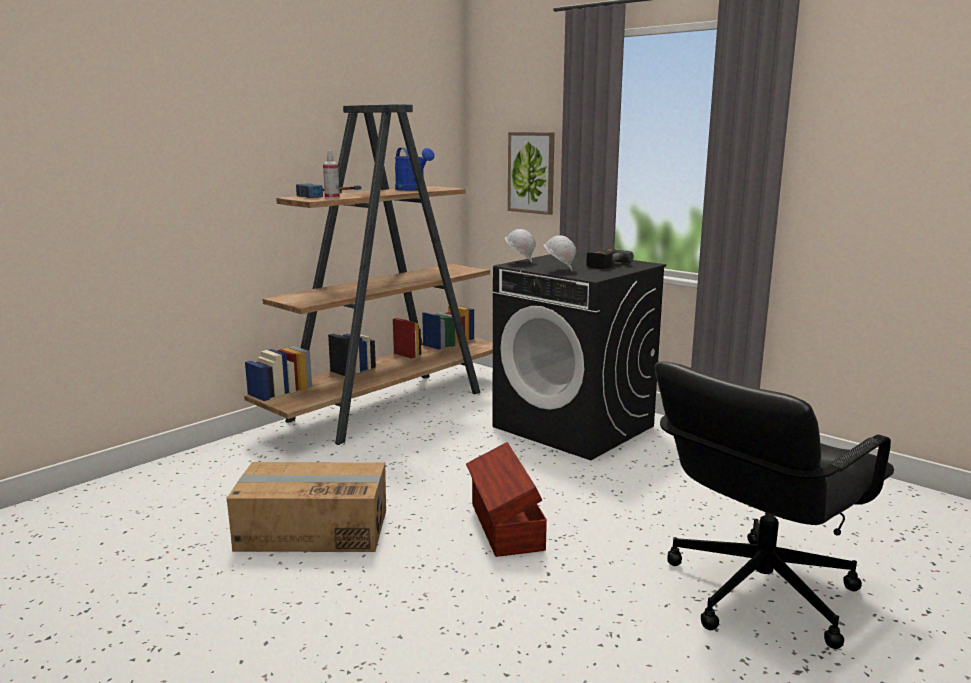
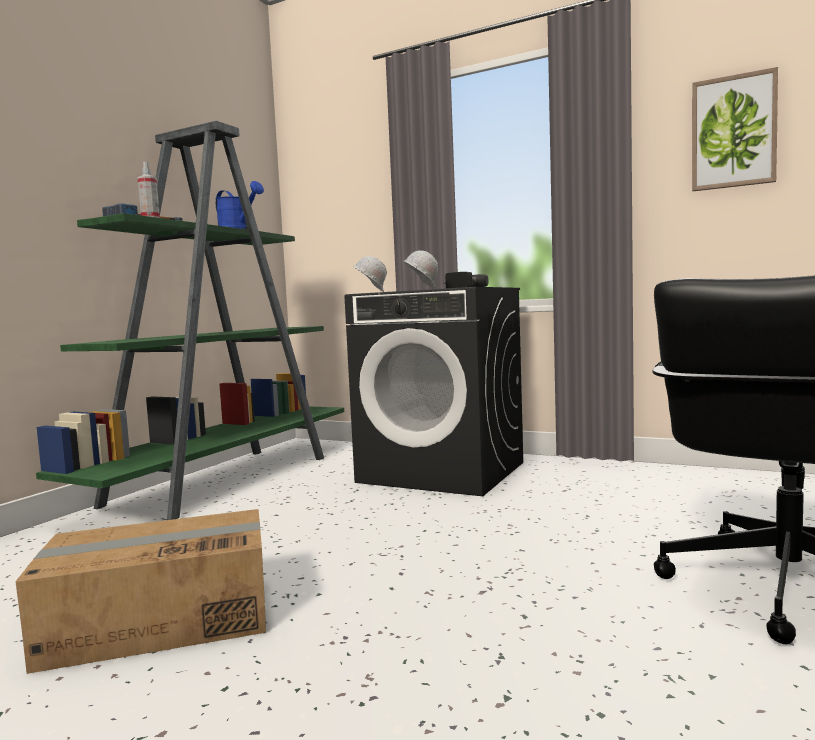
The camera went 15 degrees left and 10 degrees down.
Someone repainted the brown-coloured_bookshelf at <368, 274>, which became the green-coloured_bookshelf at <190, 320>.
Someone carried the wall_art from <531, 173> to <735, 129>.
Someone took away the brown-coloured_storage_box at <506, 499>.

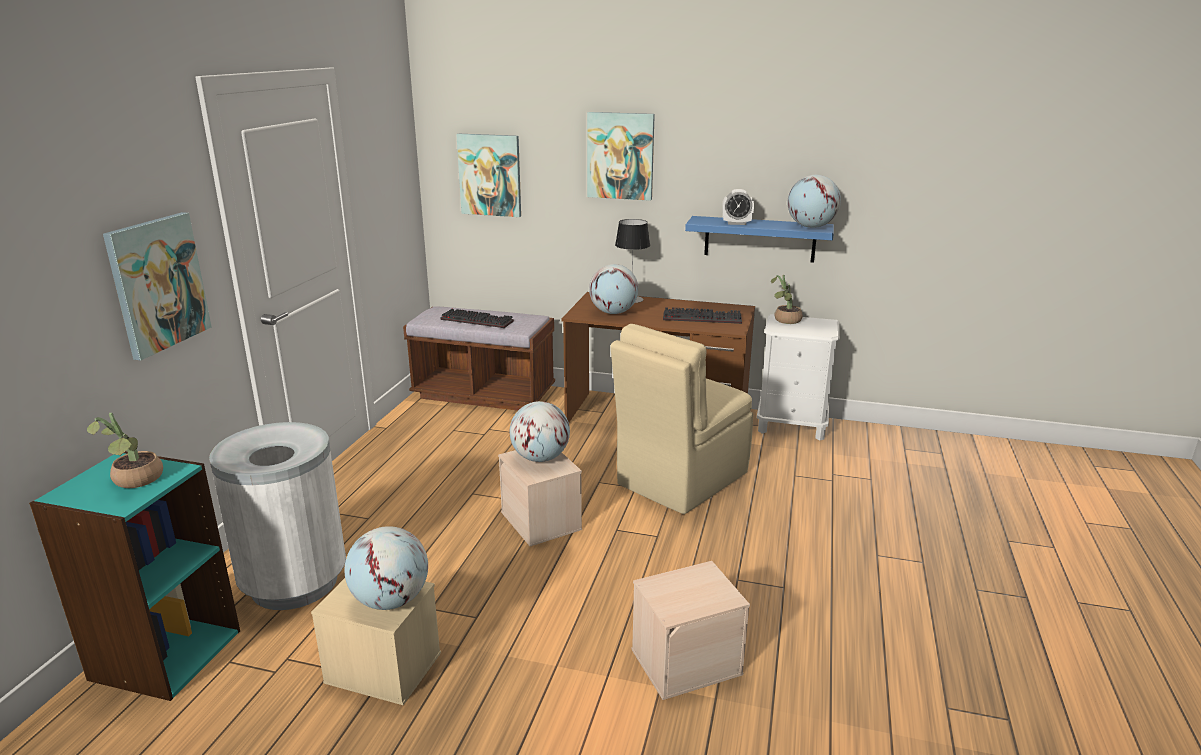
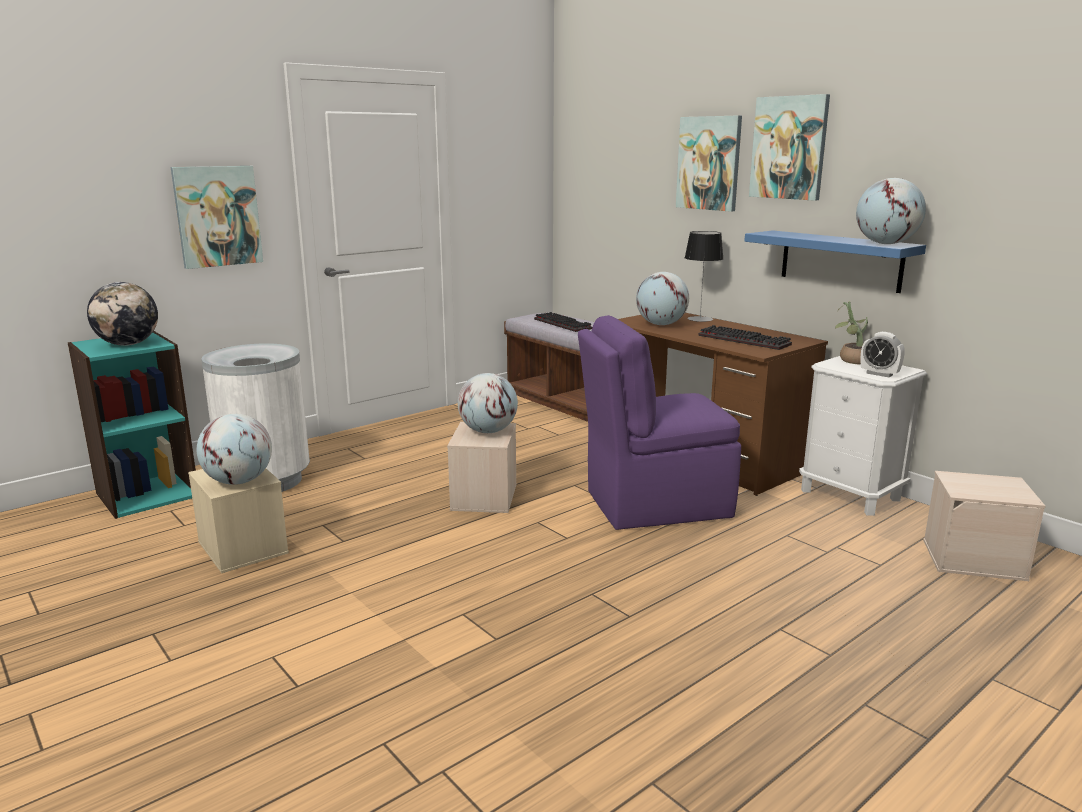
The camera went 35 degrees right and 5 degrees down.
Someone swapped the potted_plant at <125, 450> for the desk_globe at <122, 314>.
Someone repainted the beige_plain_chair at <681, 419>, which became the purple_plain_chair at <659, 422>.
Someone carried the wall_art from <488, 175> to <789, 147>.
Someone carried the table_clock from <738, 207> to <883, 354>.
Someone carried the beige_storage_box from <690, 630> to <984, 526>.

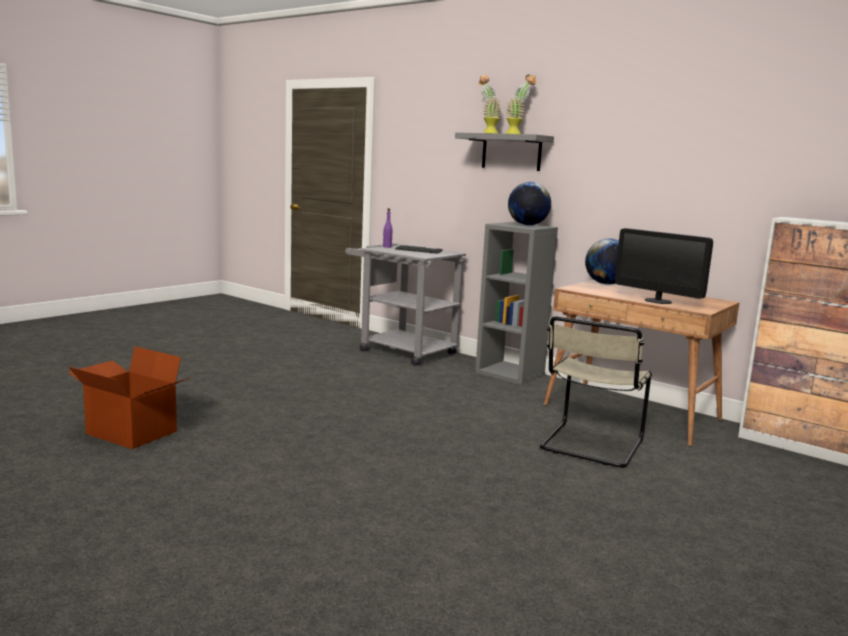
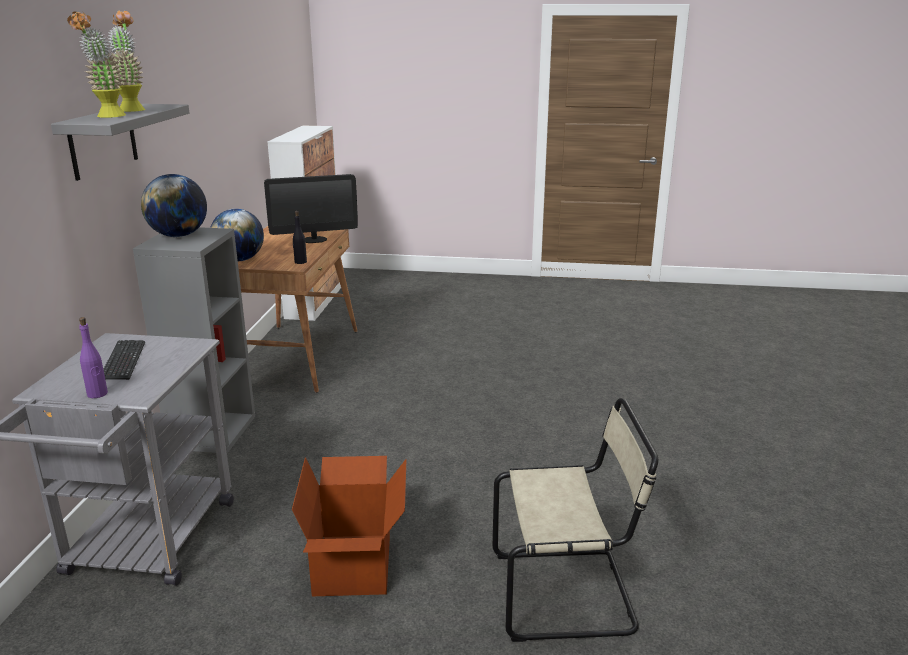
The camera went 120 degrees left and 10 degrees up.
Someone rotated the computer_display at <664, 266> by 60 degrees clockwise.
Someone put down the blackish_drink_bottle at <299, 237>.
Someone carried the carton from <129, 397> to <349, 526>.
Someone carried the beige_plain_chair from <596, 392> to <575, 520>.

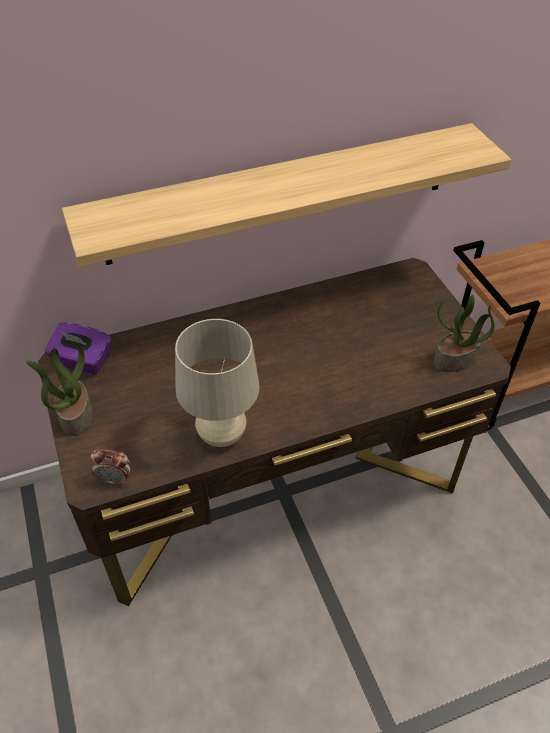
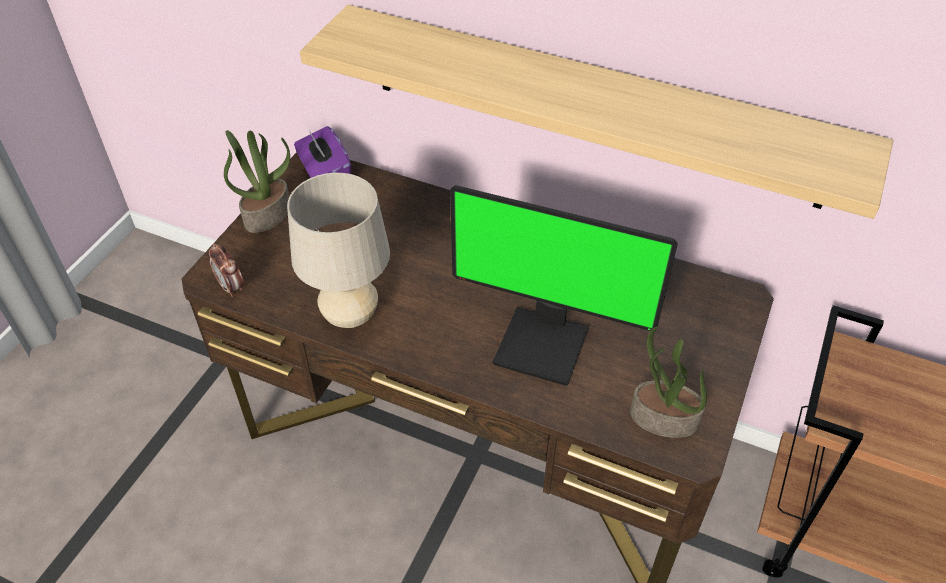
The camera went 45 degrees right and 0 degrees up.
Someone put down the computer_display at <564, 285>.

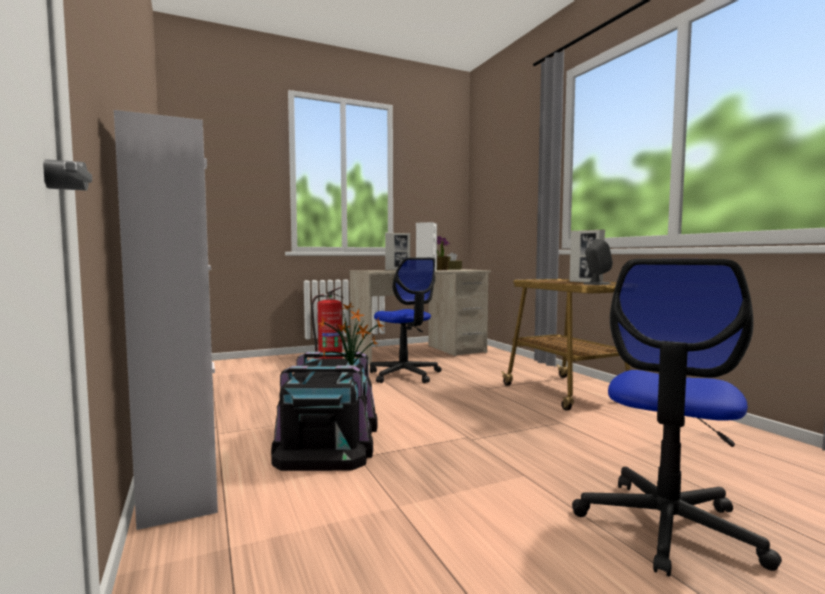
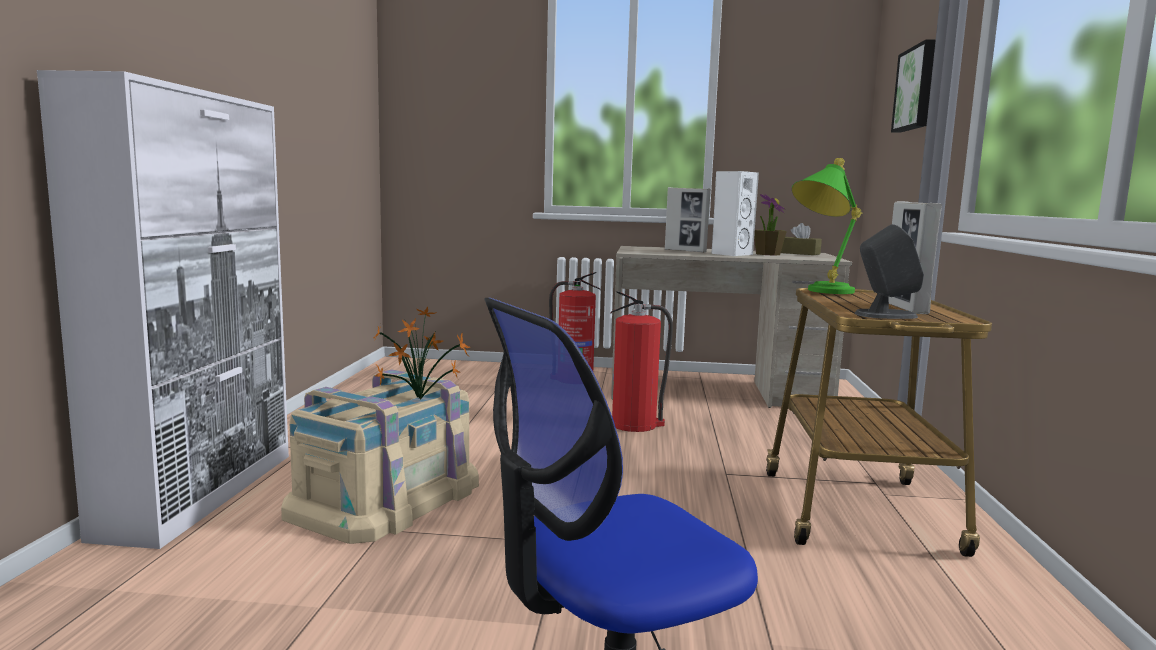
The camera went 30 degrees right and 5 degrees up.
Someone repainted the blackish_storage_box at <324, 411>, which became the beige_storage_box at <380, 456>.
Someone swapped the desk_chair at <406, 320> for the fire_extinguisher at <641, 361>.
Someone put down the green-coloured_tabletop_lamp at <827, 226>.
Someone put up the wall_art at <913, 86>.

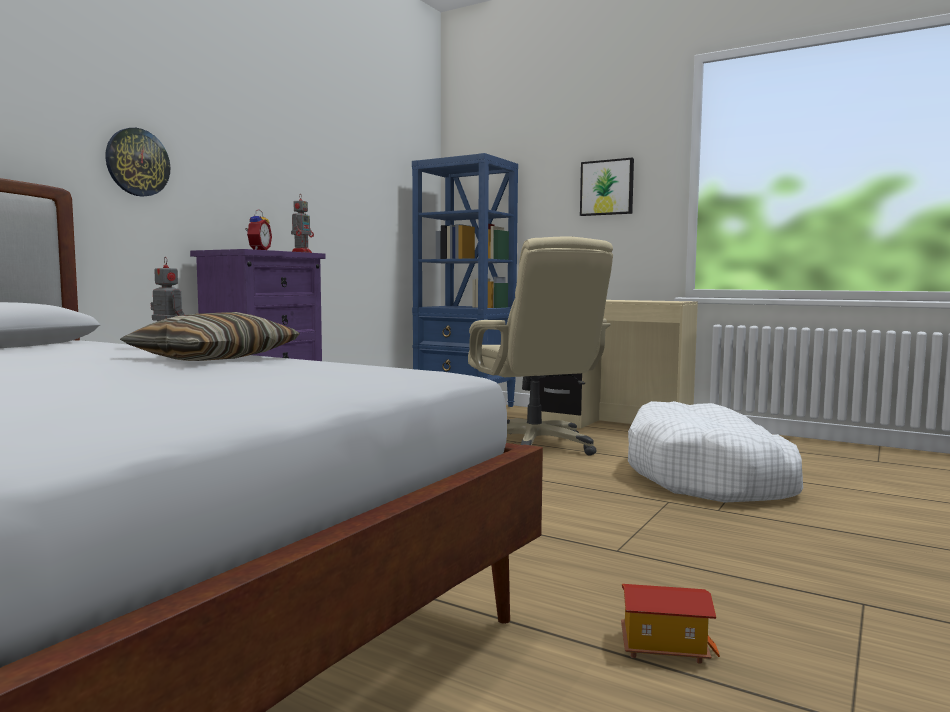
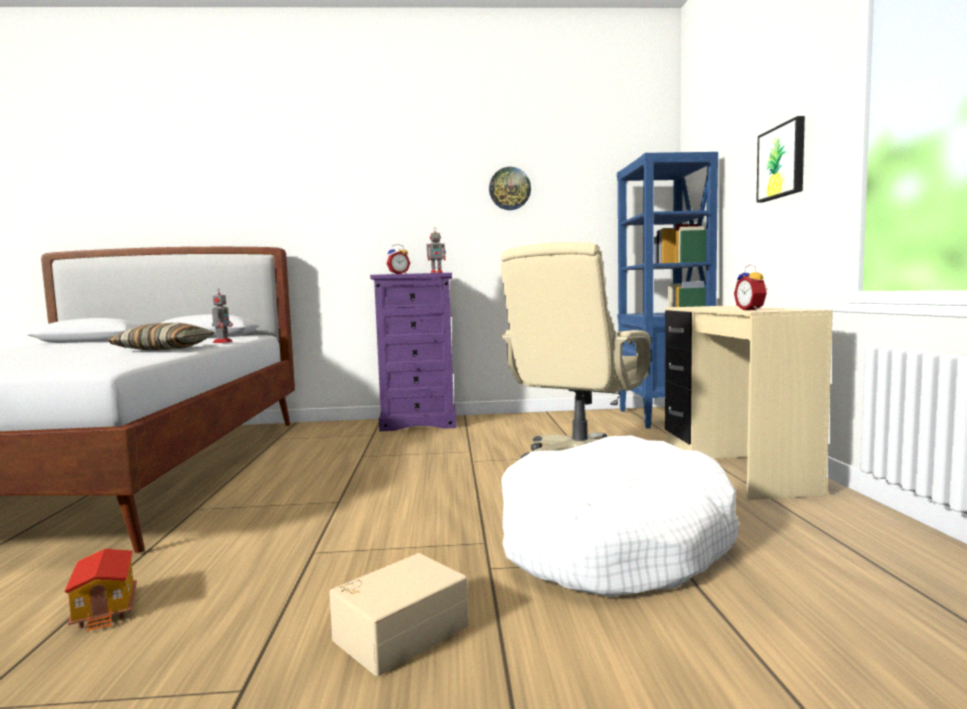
The camera went 55 degrees right and 0 degrees up.
Someone put down the beige_storage_box at <399, 614>.
Someone carried the clock_on_the_wall from <137, 162> to <510, 188>.
Someone put down the table_clock at <750, 287>.

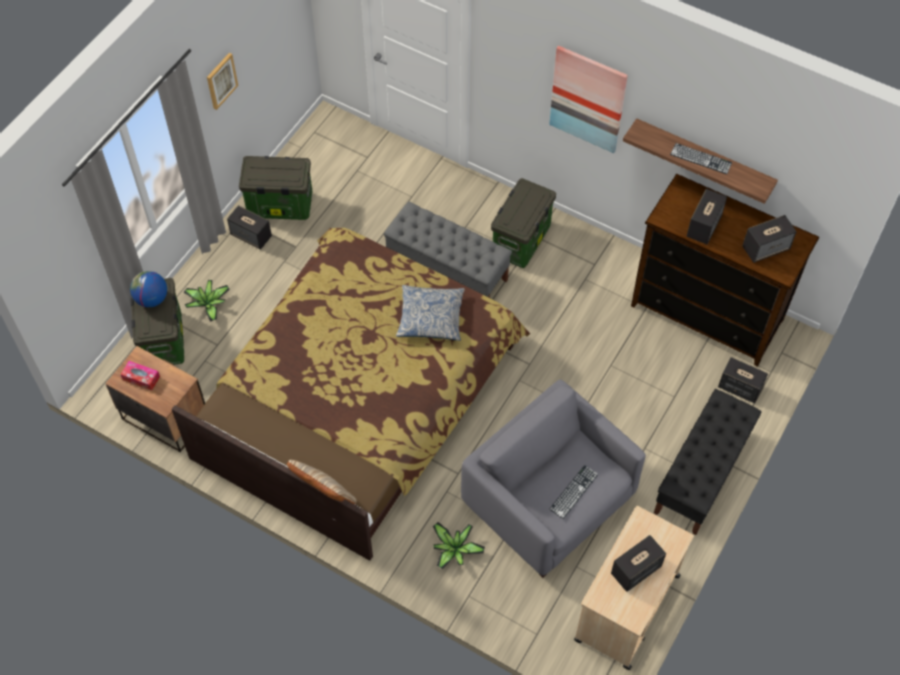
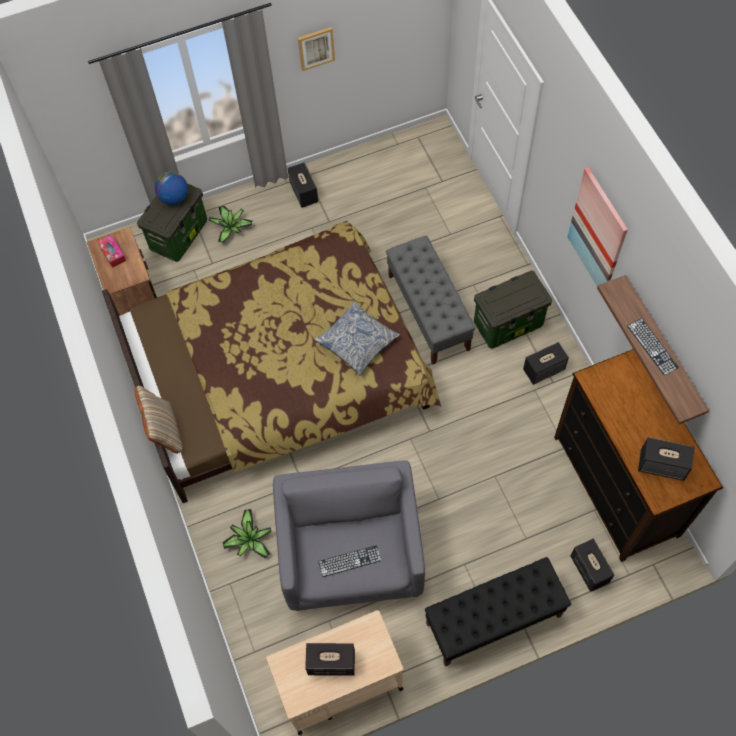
The camera went 40 degrees right and 5 degrees up.
Someone carried the speaker from <707, 216> to <546, 363>.
Someone took away the storage_box at <275, 188>.

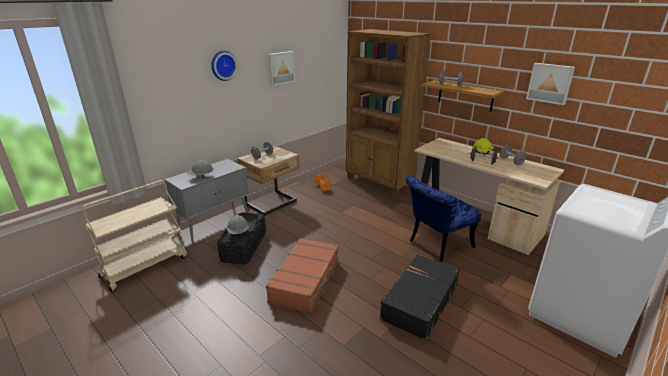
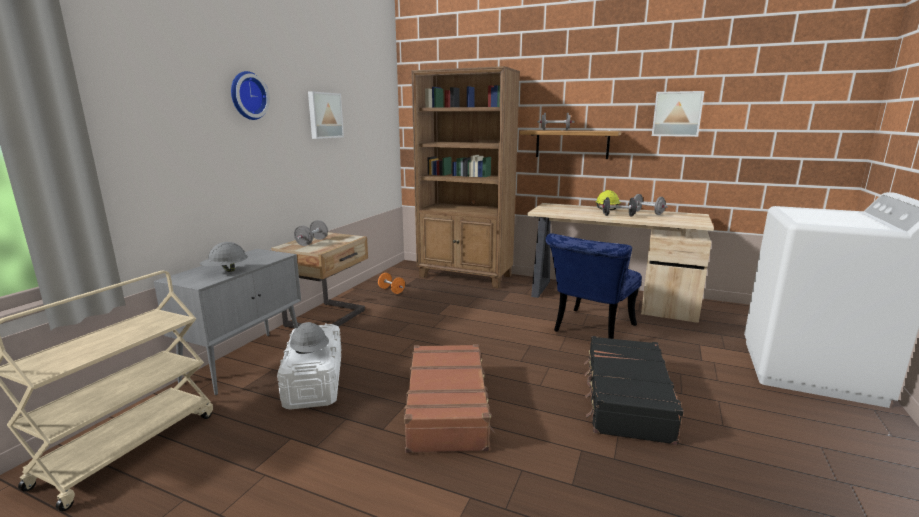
The camera went 20 degrees left and 10 degrees down.
Someone repainted the blackish_storage_box at <241, 238>, which became the white_storage_box at <309, 366>.

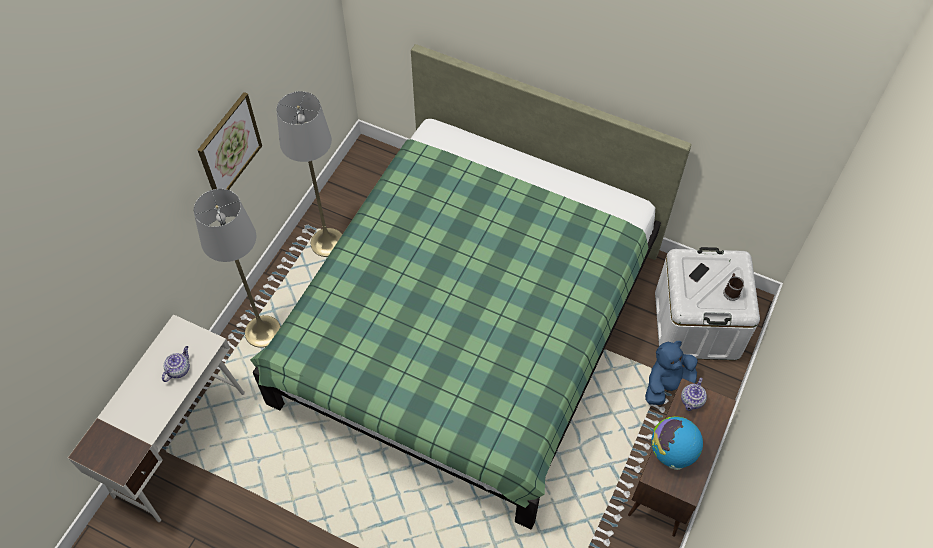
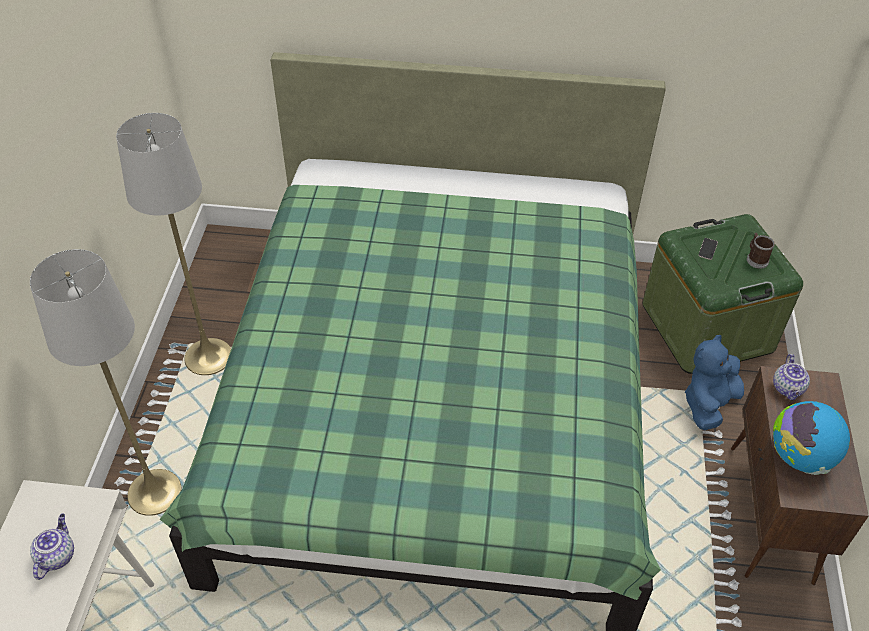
The camera went 20 degrees left and 10 degrees down.
Someone repainted the white_storage_box at <707, 303>, which became the green-coloured_storage_box at <723, 294>.
Someone took away the wall_art at <230, 141>.

